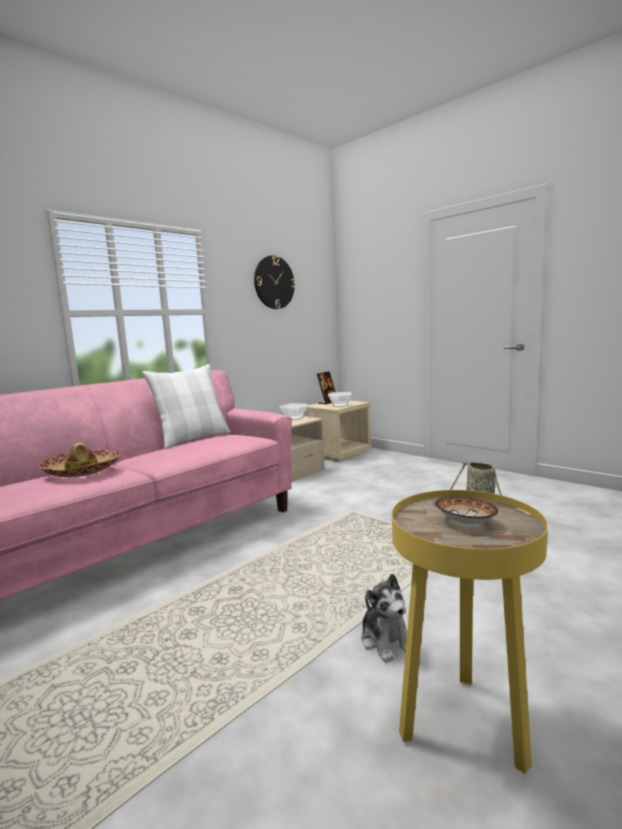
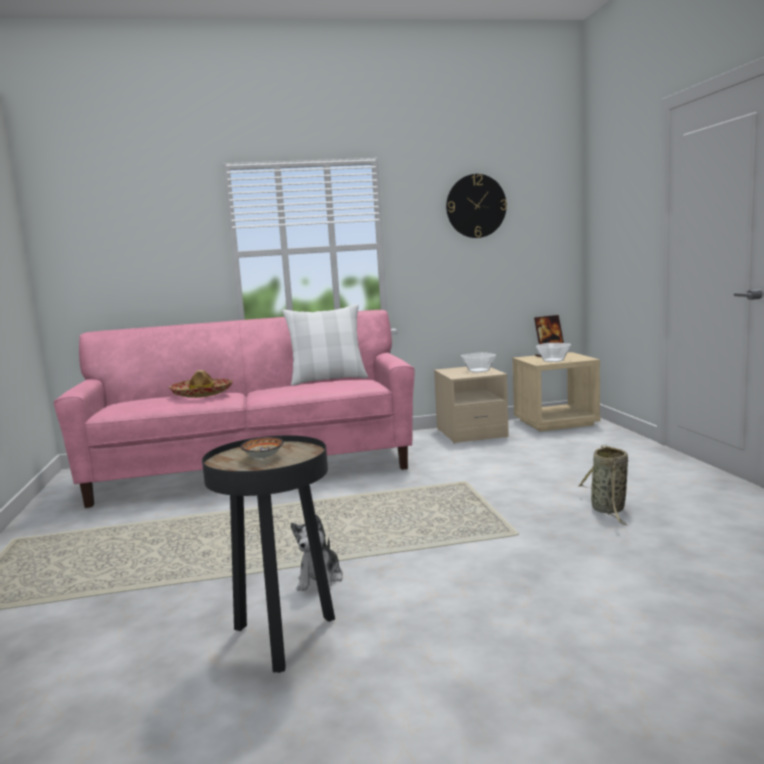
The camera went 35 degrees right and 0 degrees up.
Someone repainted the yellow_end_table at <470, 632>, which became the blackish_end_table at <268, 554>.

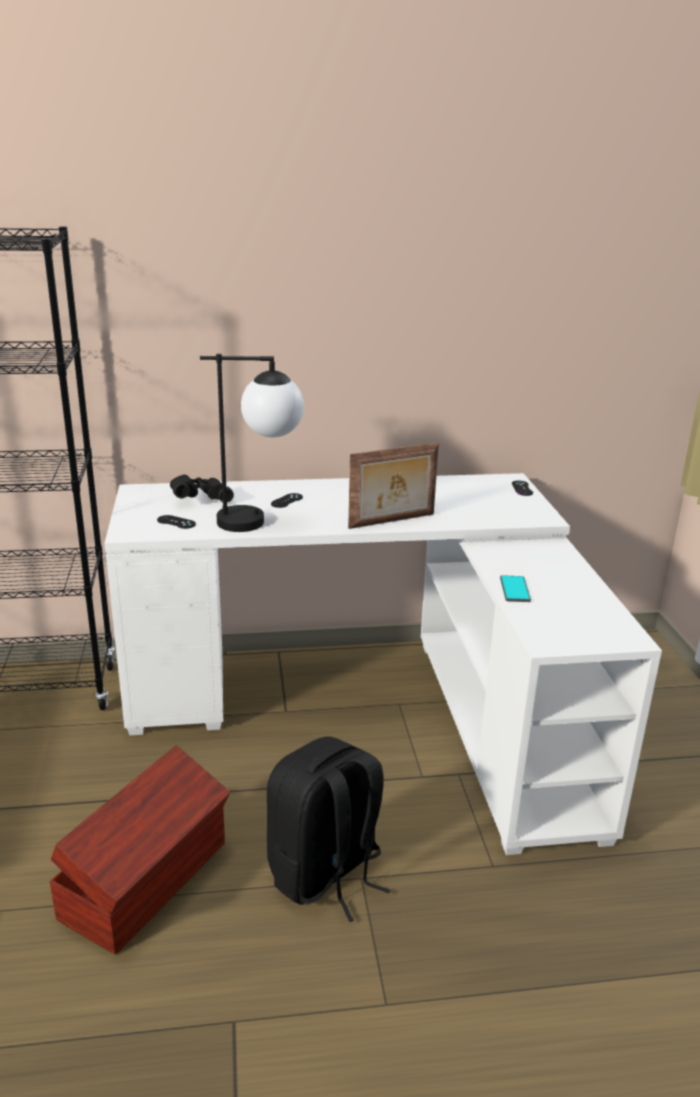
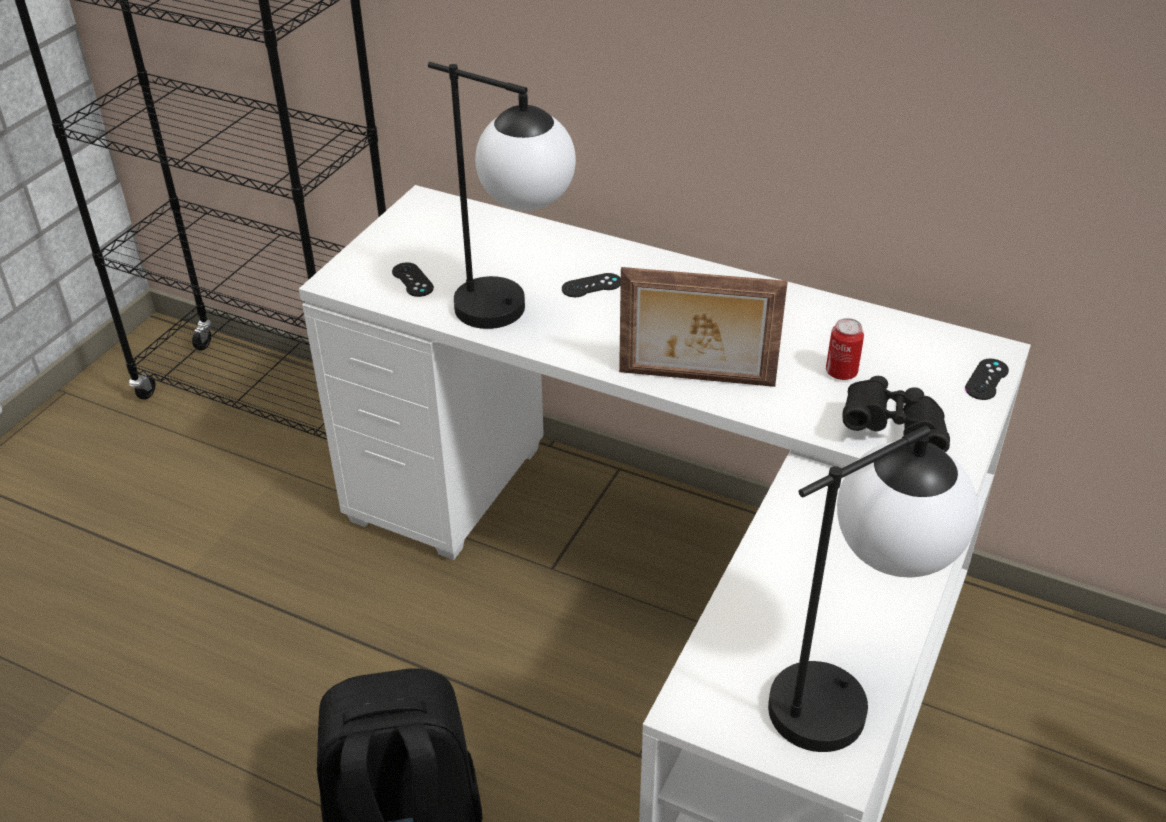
The camera went 35 degrees right and 15 degrees up.
Someone put down the tabletop_lamp at <873, 589>.
Someone put down the sealed_can at <845, 349>.
Someone carried the blackish_binoculars from <202, 488> to <896, 414>.
Someone took away the brown-coloured_storage_box at <139, 850>.
Someone took away the handset at <515, 588>.

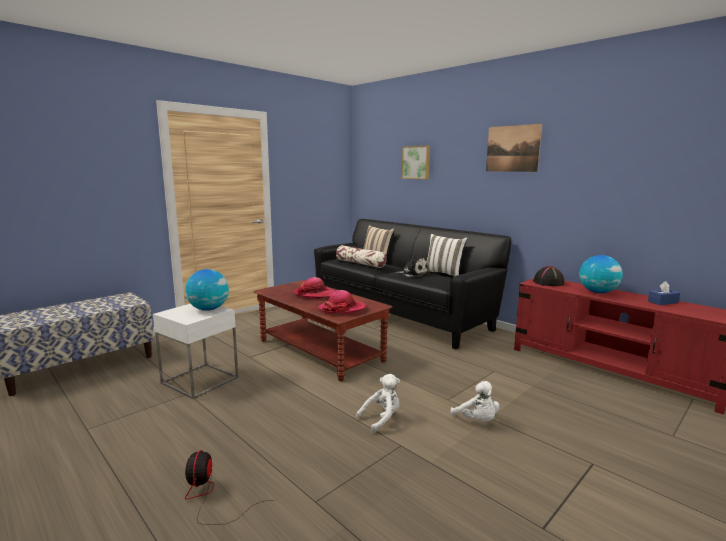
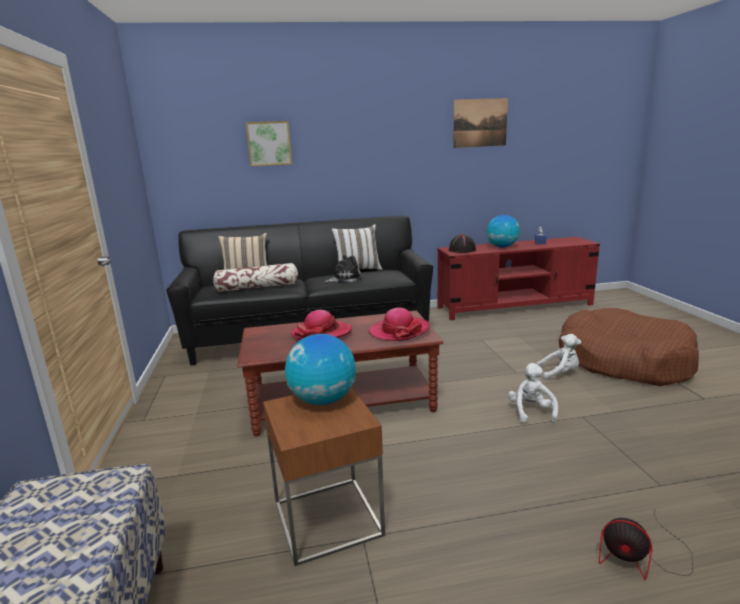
The camera went 55 degrees left and 5 degrees up.
Someone repainted the white_end_table at <195, 351>, which became the brown-coloured_end_table at <324, 476>.
Someone carried the wall_art from <514, 148> to <480, 123>.
Someone put down the brown-coloured_dog_cushion at <629, 347>.

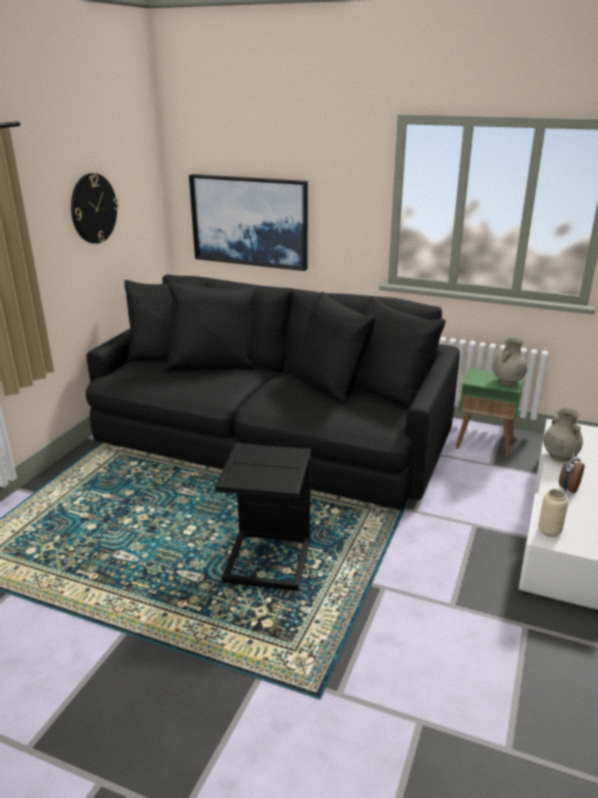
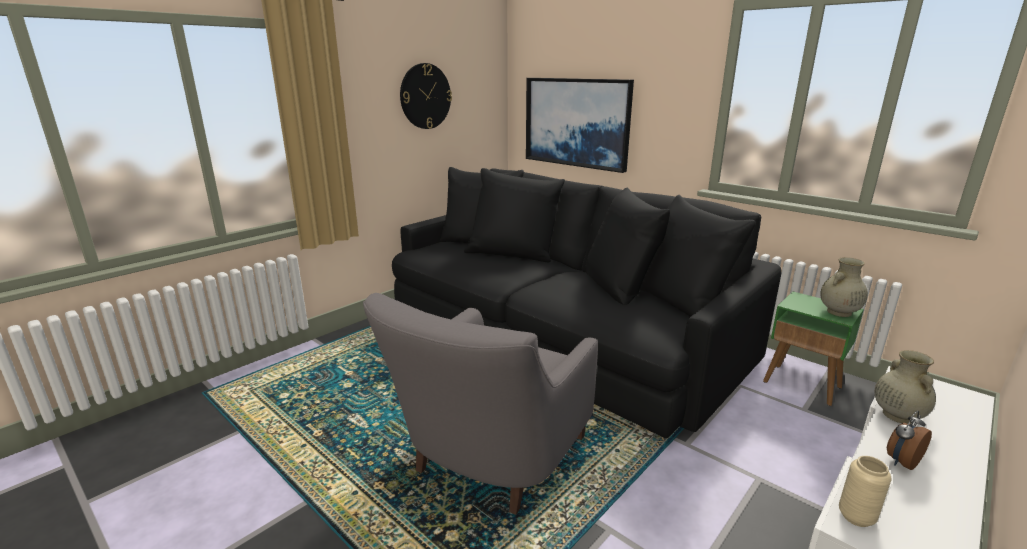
The camera went 20 degrees right and 5 degrees down.
Someone swapped the blackish_end_table at <263, 517> for the greyish_easy_chair at <480, 404>.

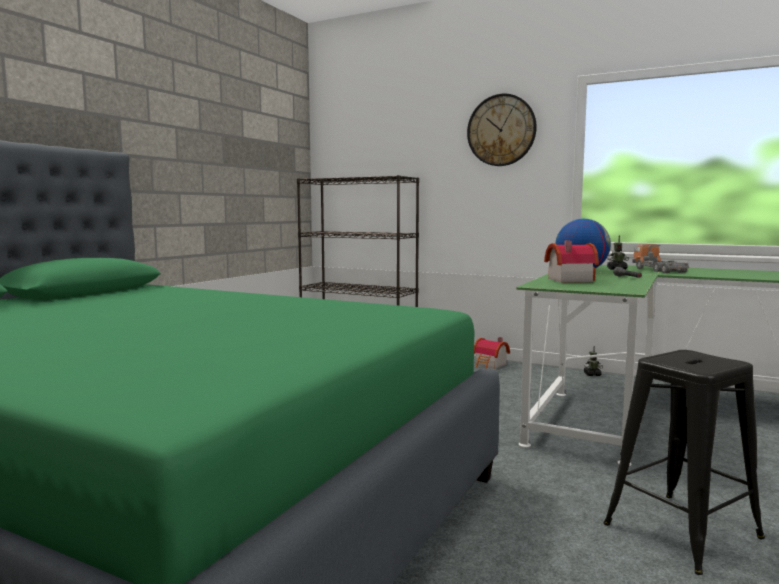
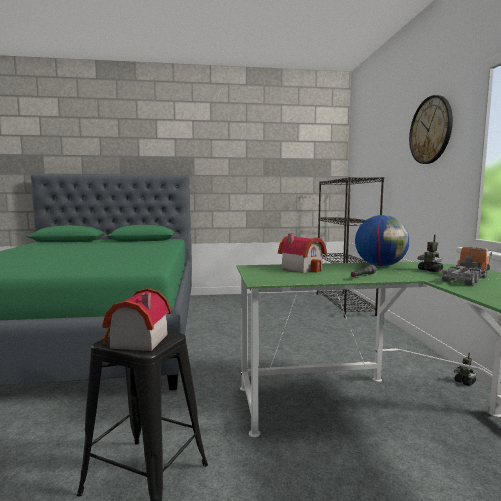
The camera went 55 degrees right and 0 degrees up.
Someone carried the model_house from <492, 353> to <137, 319>.

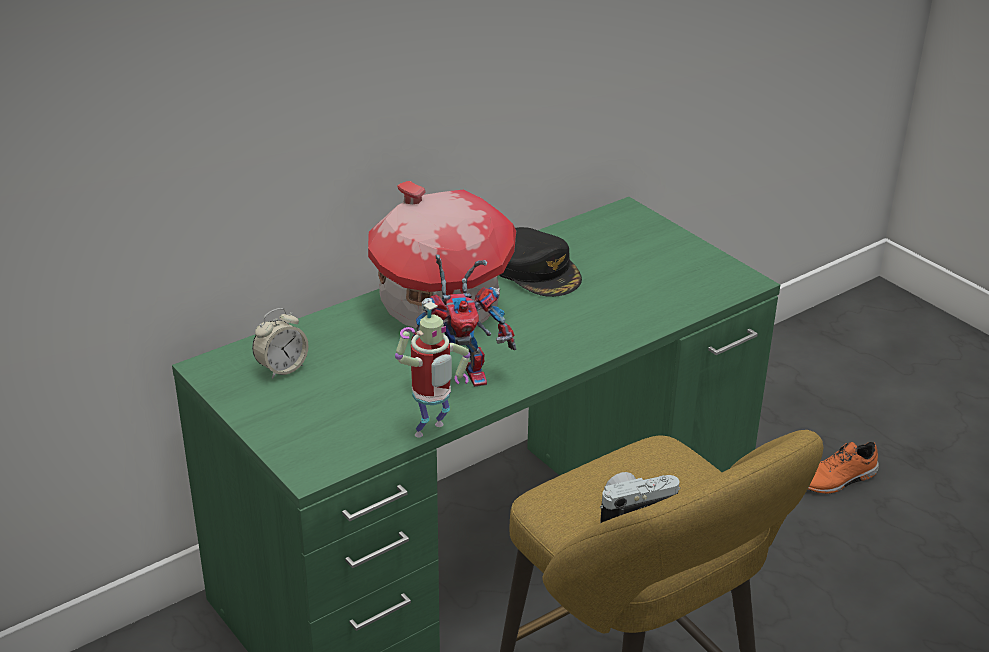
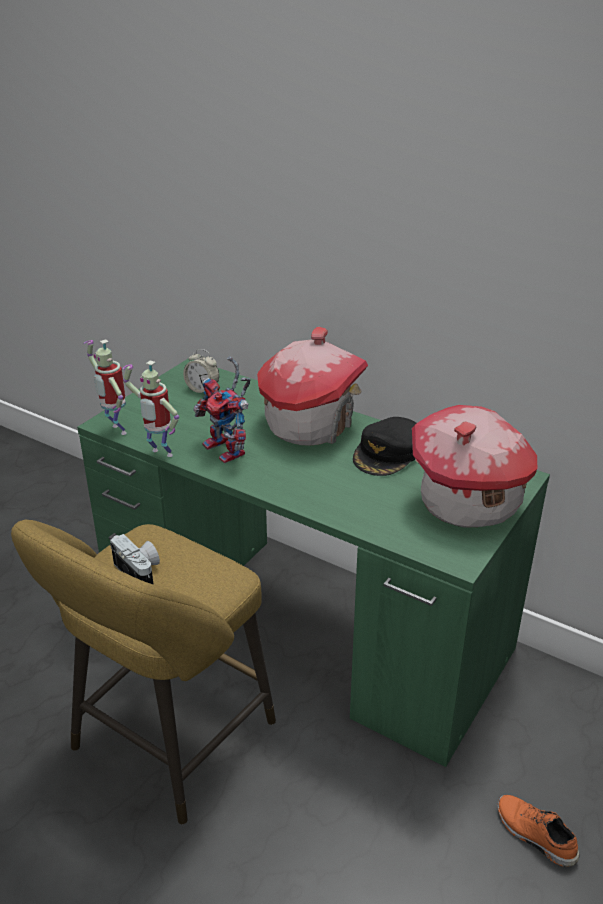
The camera went 70 degrees right and 0 degrees up.
Someone put down the robot_figure at <105, 387>.
Someone put down the model_house at <474, 466>.

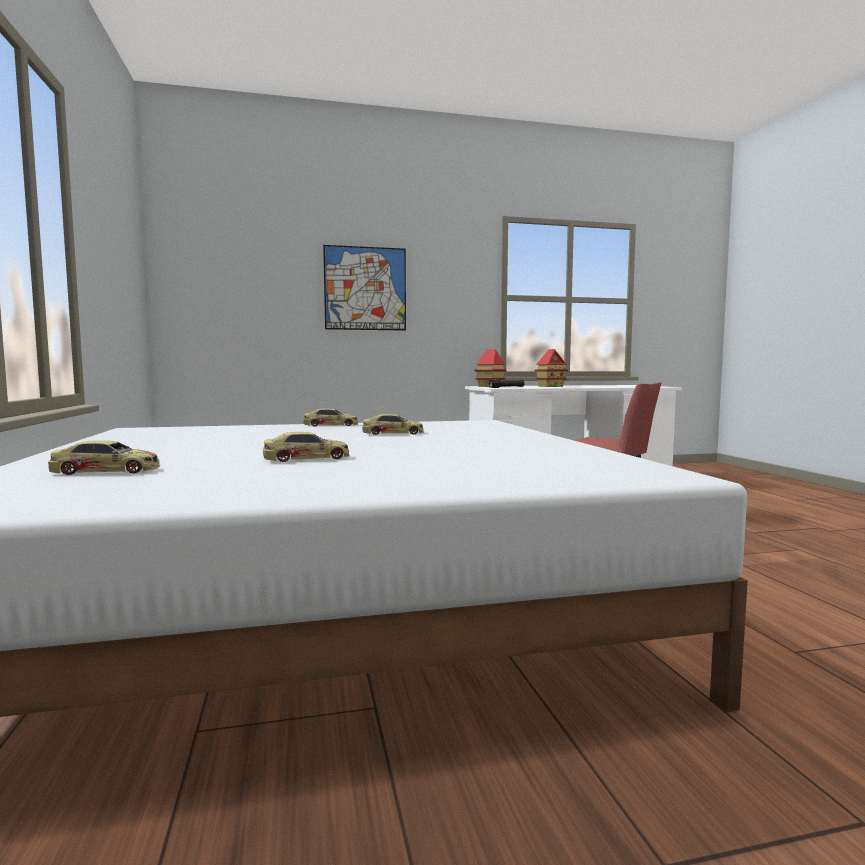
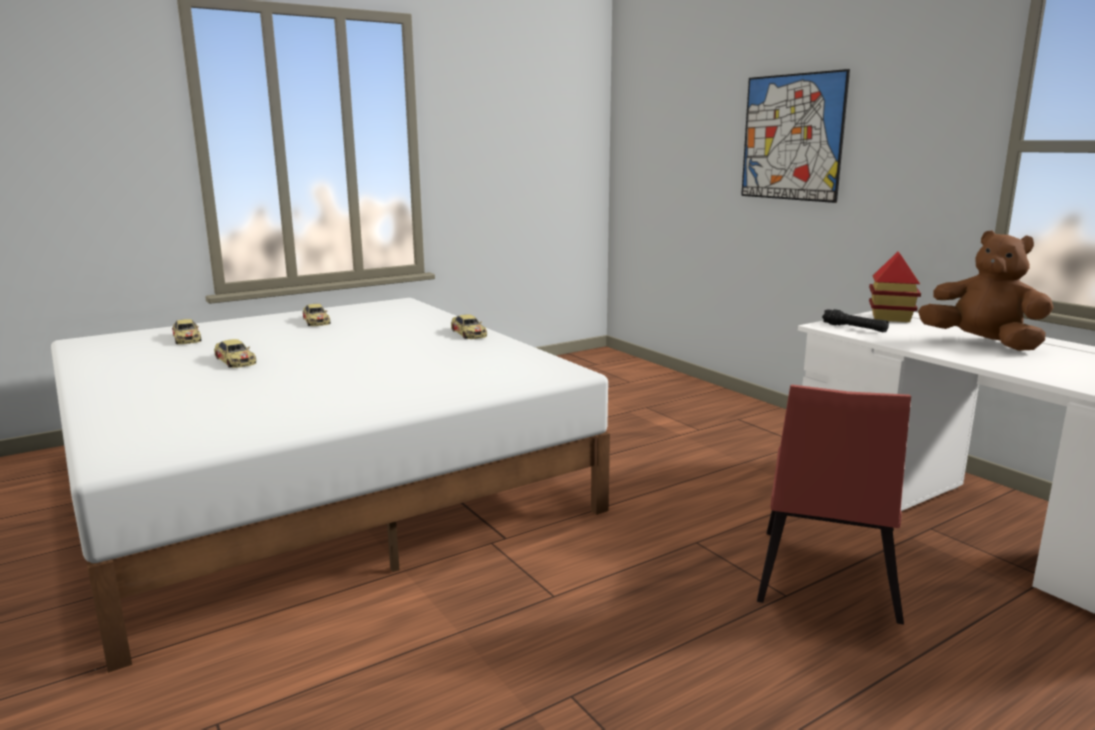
The camera went 70 degrees right and 10 degrees up.
Someone carried the model_car from <393, 424> to <316, 315>.
Someone swapped the model_house at <551, 368> for the brown-coloured_cuddly_toy at <986, 290>.

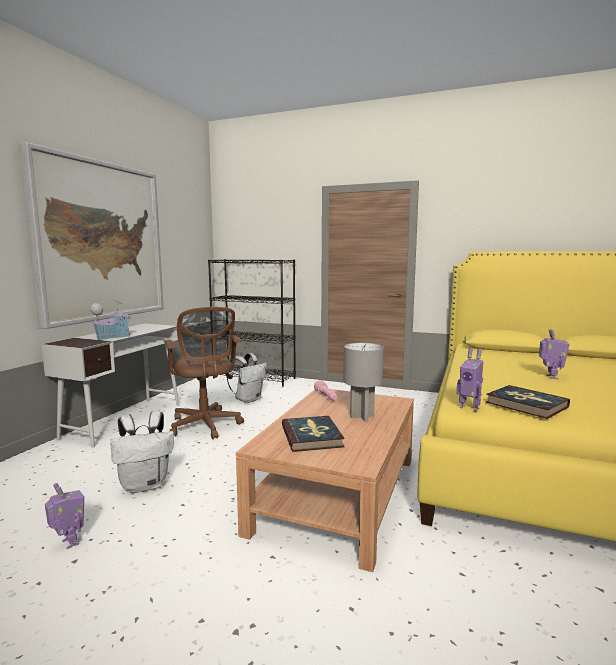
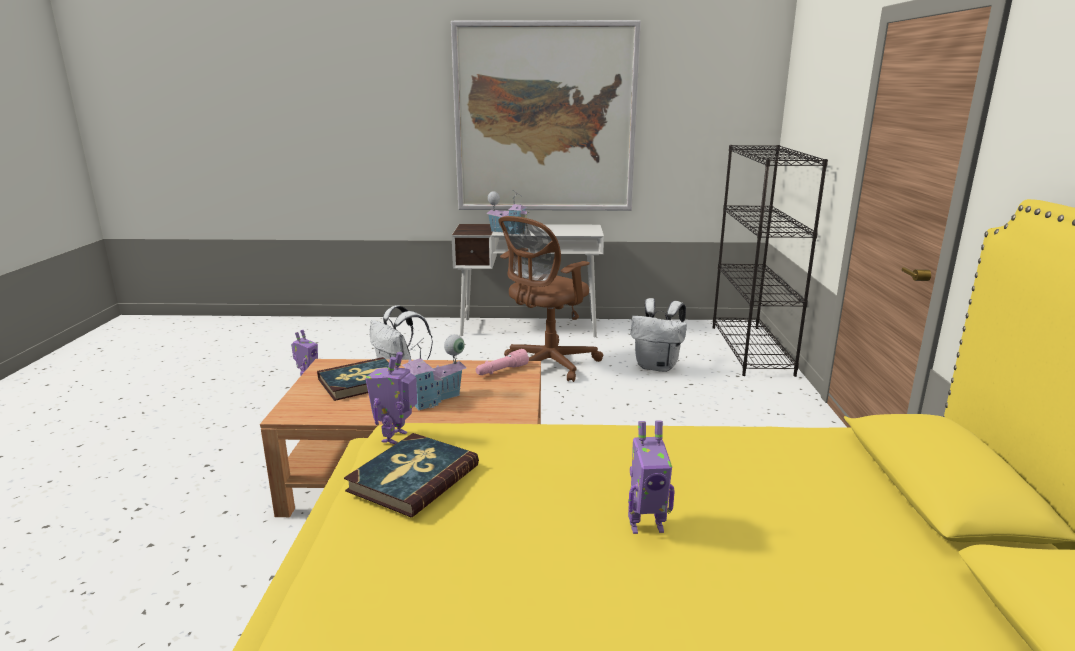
The camera went 70 degrees right and 10 degrees up.
Someone swapped the greyish_tabletop_lamp at <363, 382> for the model_house at <434, 372>.

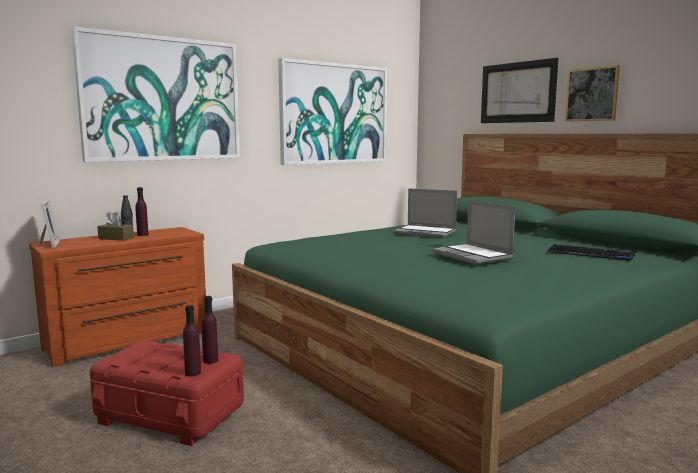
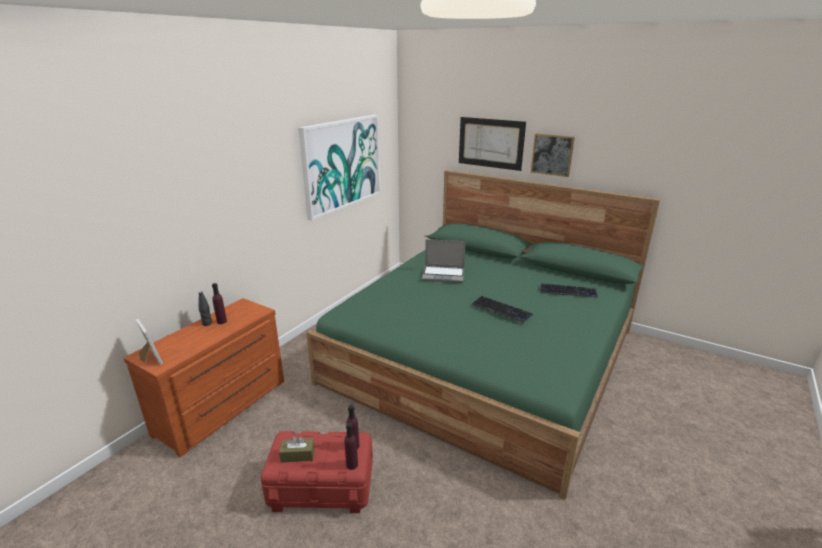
The camera went 20 degrees left and 15 degrees up.
Someone carried the brown-coloured_box_of_tissues from <115, 227> to <297, 449>.
Someone swapped the portable_computer at <473, 232> for the computer_keyboard at <502, 309>.
Someone took away the wall_art at <156, 94>.

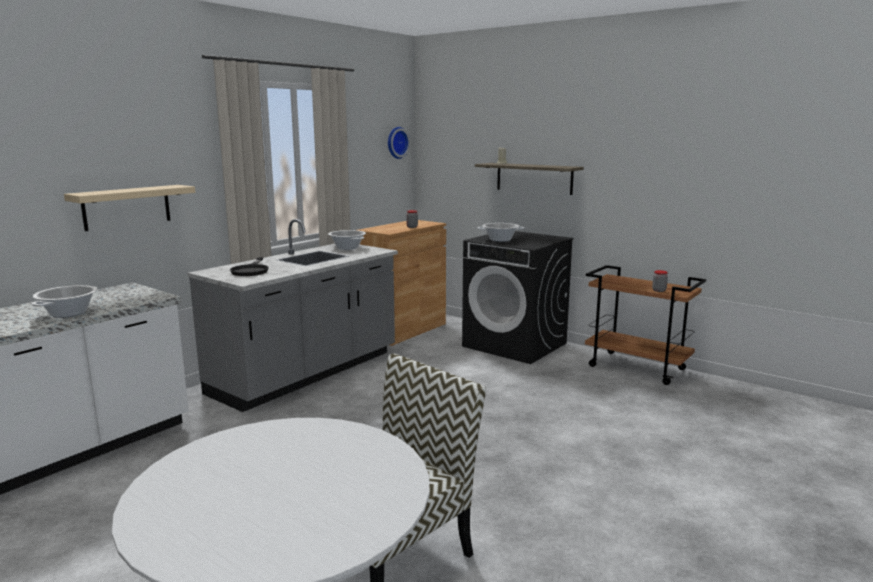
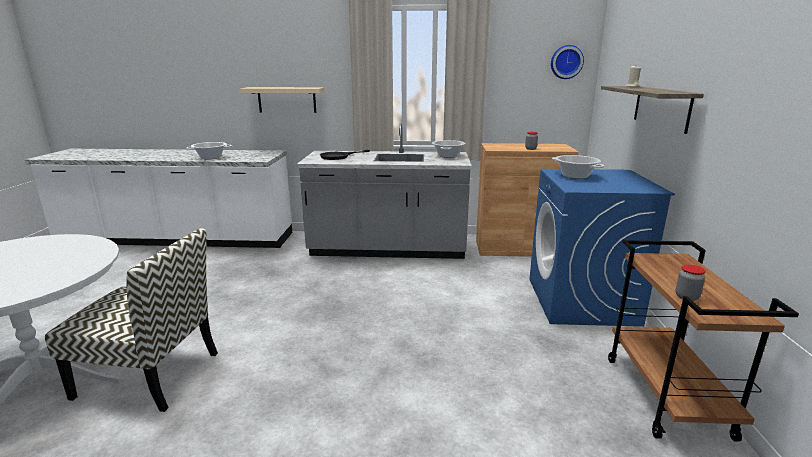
The camera went 55 degrees right and 5 degrees up.
Someone repainted the blackish_laundry_appliance at <518, 297>, which became the bluish_laundry_appliance at <602, 248>.

